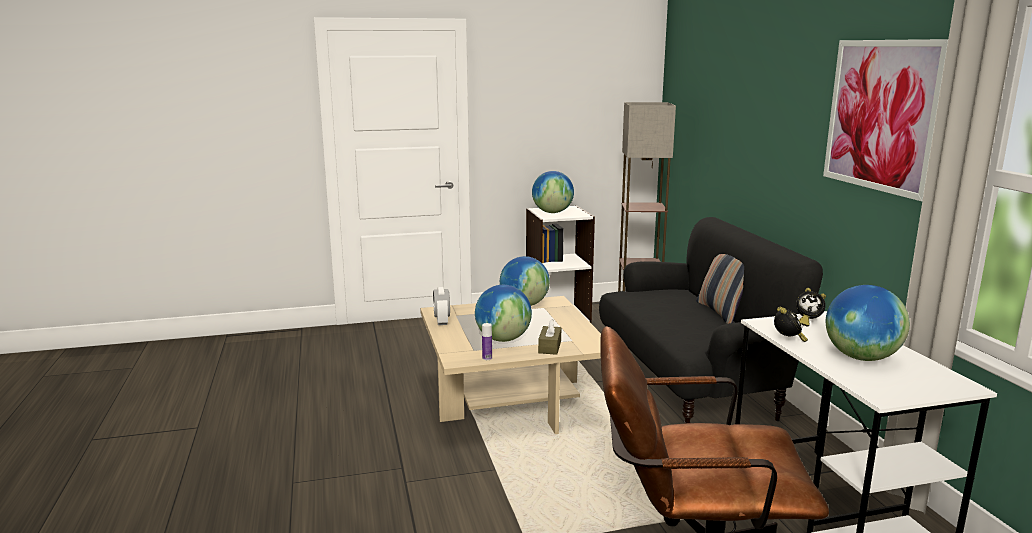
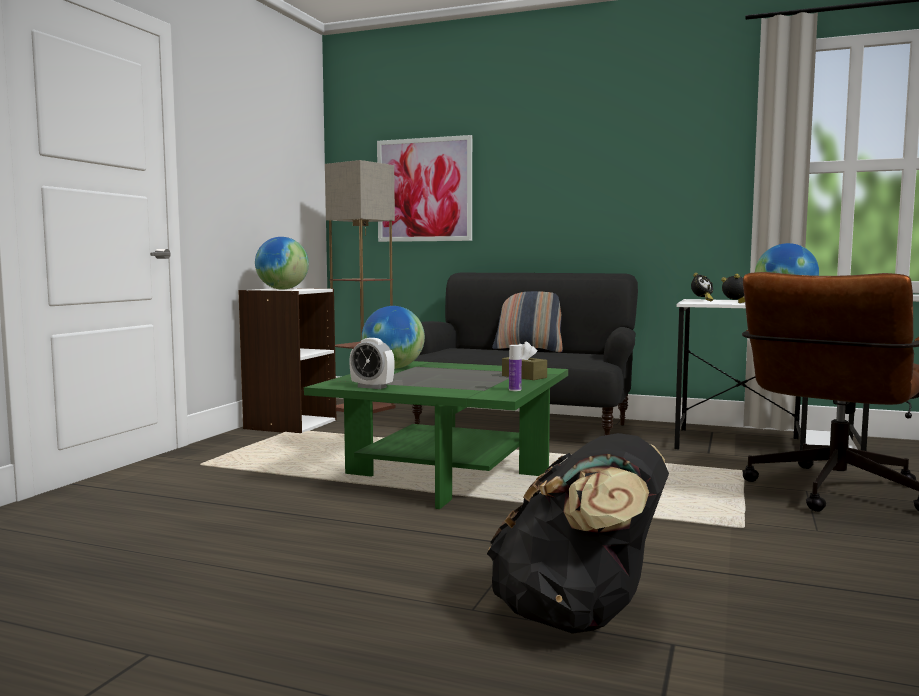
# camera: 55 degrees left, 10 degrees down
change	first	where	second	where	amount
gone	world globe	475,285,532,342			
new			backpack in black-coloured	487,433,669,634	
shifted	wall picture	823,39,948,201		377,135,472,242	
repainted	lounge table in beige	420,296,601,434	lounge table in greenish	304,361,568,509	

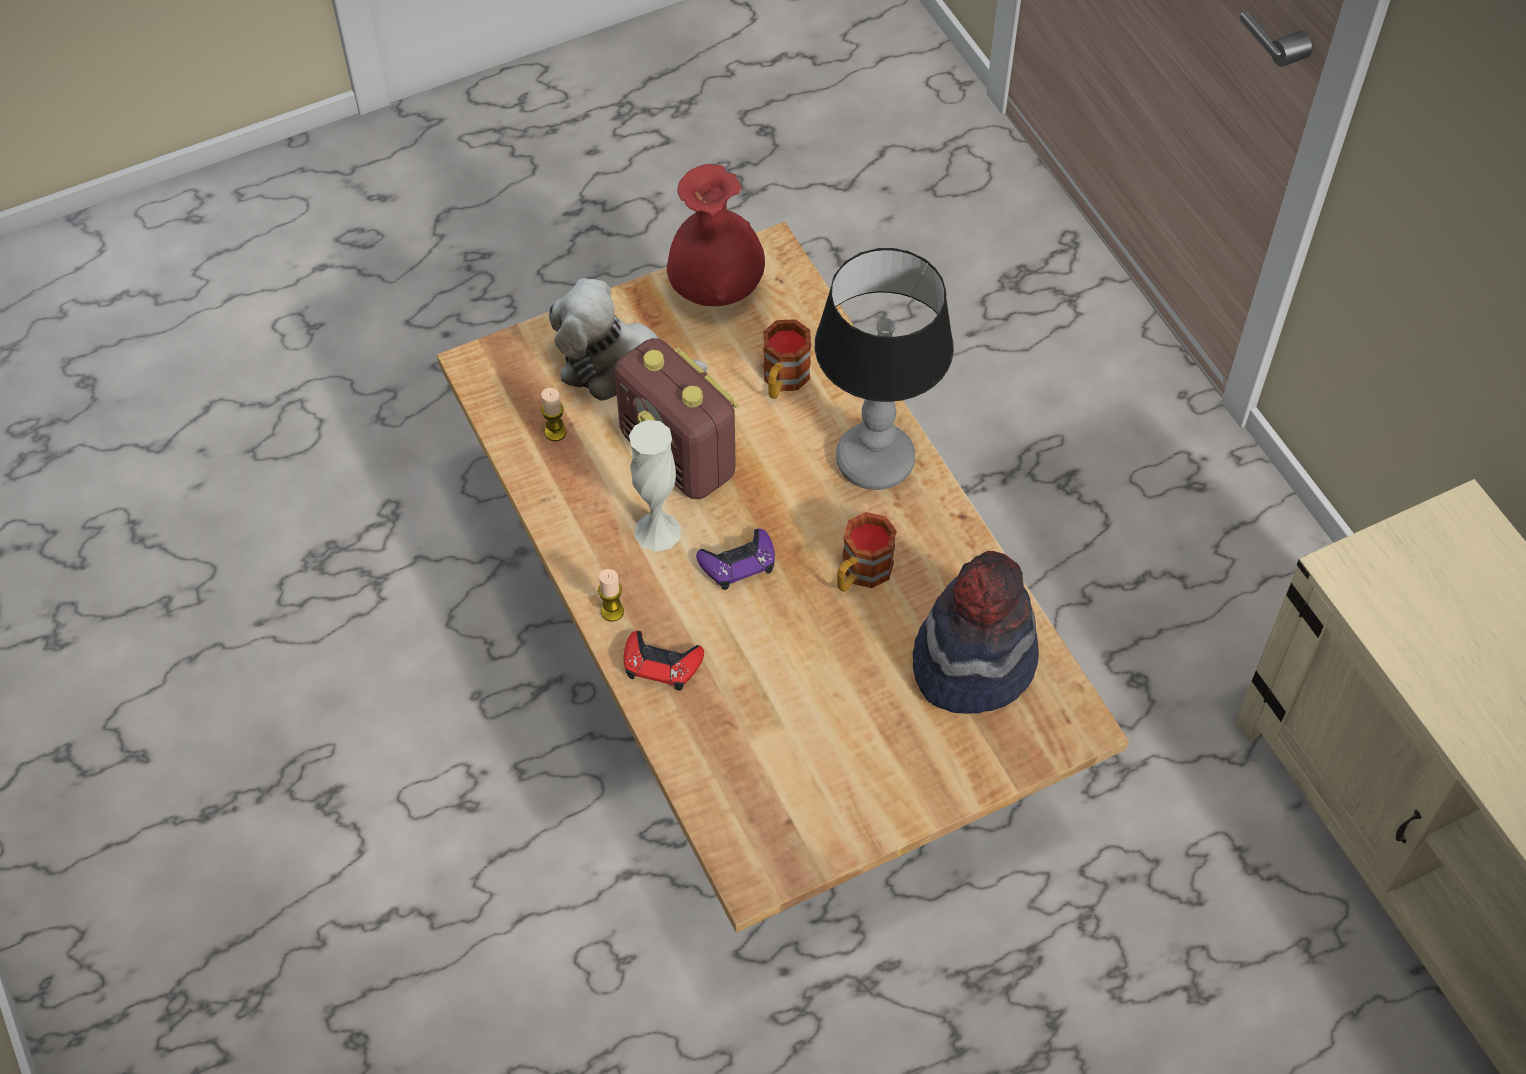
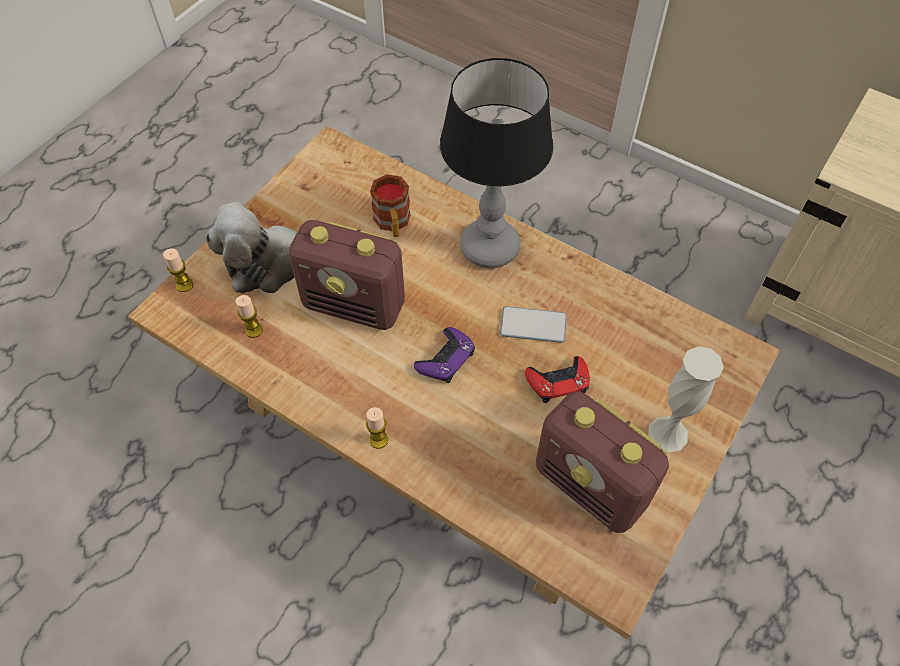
# camera: 30 degrees left, 0 degrees up
change	first	where	second	where	amount
gone	decorative vase in reddish	667,164,765,306			
gone	clothing hat	913,551,1039,714			
new			wax light	163,249,193,292	
new			radio set	536,391,669,533	
shifted	joypad in reddish	624,631,704,691		525,356,590,403	
shifted	decorative vase in white-coloured	629,420,681,552		648,346,724,453	
swapped	coffee mug	837,512,897,592	telephone	500,306,567,343	

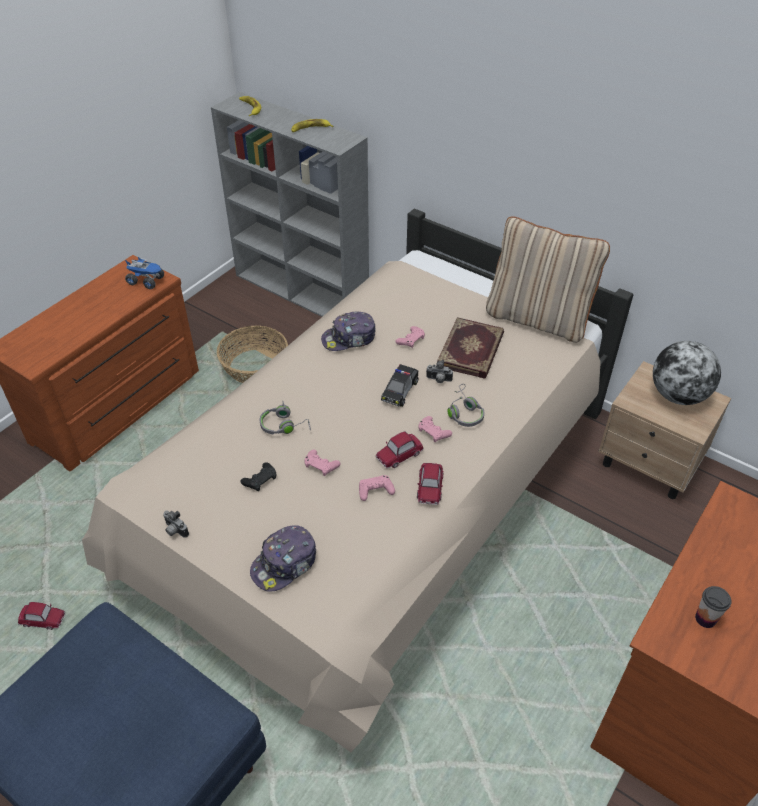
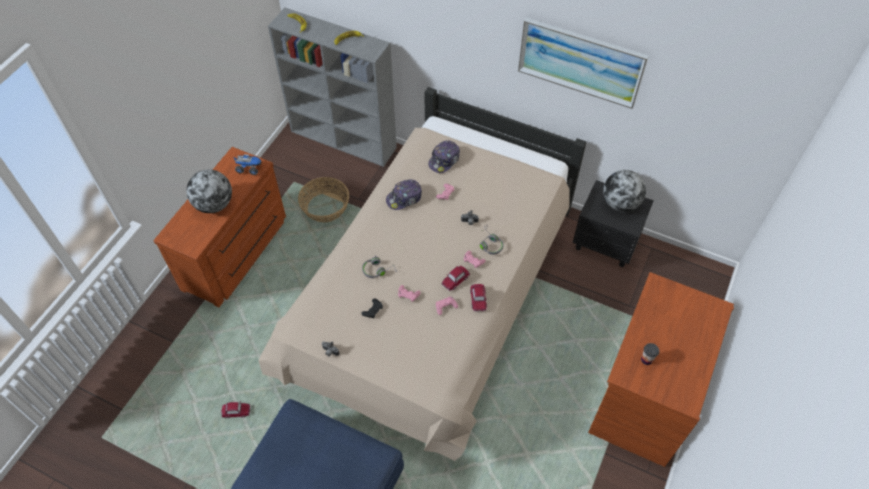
# camera: 10 degrees left, 10 degrees up
change	first	where	second	where	amount
gone	toy car	381,364,418,407			
gone	bound book	437,317,504,378			
gone	throw pillow in beige	486,216,610,343			
new			world globe	186,169,232,213	
new			wall picture	518,17,649,109	
shifted	cap	250,525,316,592		428,140,460,173	
repainted	nightstand in beige	598,361,731,499	nightstand in black-coloured	572,180,654,267	

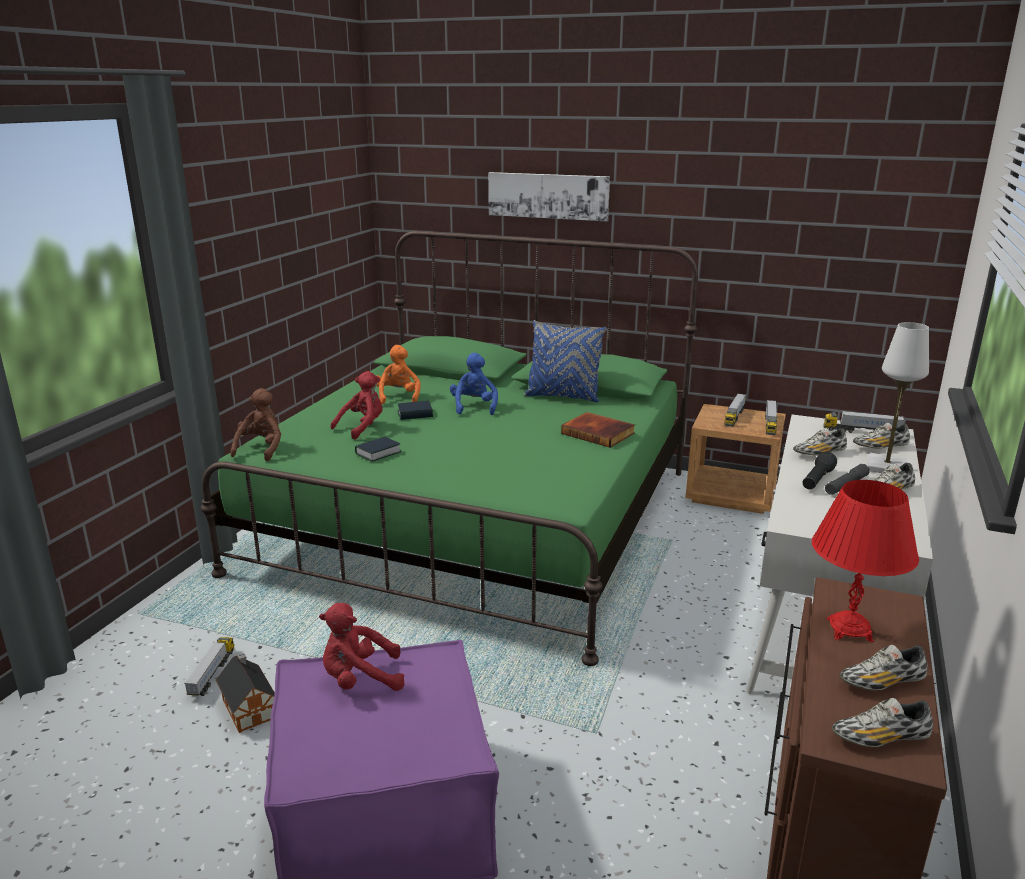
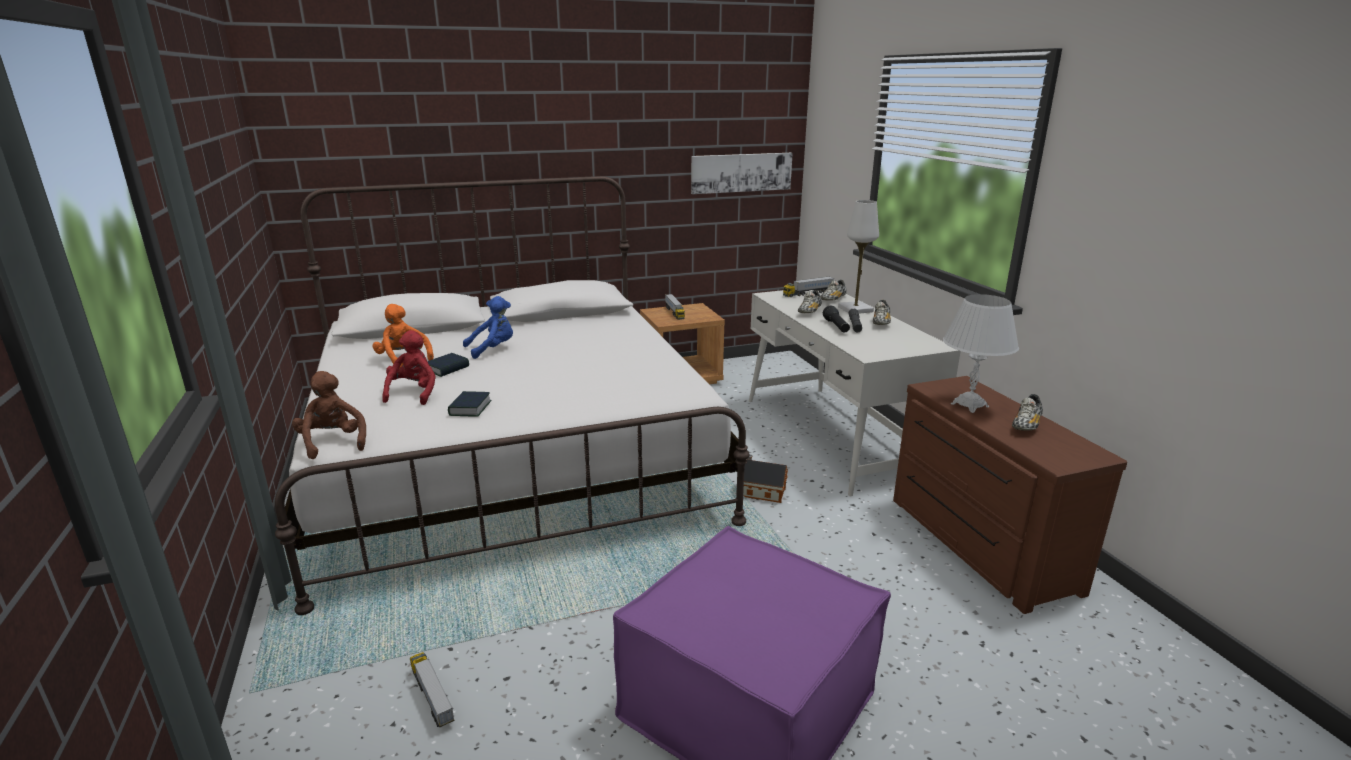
# camera: 40 degrees left, 0 degrees up
change	first	where	second	where	amount
gone	plush toy in reddish	319,603,405,691			
gone	throw pillow in blue	524,320,606,402			
gone	bound book	561,412,635,448			
gone	toy lorry	765,400,777,435			
gone	low shoe	832,698,933,747			
shifted	miniature house	216,653,275,733		743,455,788,503	
shifted	wall picture	488,172,610,221		691,153,793,194	
repainted	sleeping bed in greenish	201,231,698,666	sleeping bed in white-coloured	275,176,750,615	
repainted	table lamp in reddish	812,480,919,642	table lamp in white-coloured	943,294,1019,413	
rotated	plush toy in blue	450,353,498,415		463,296,513,359	105 degrees clockwise

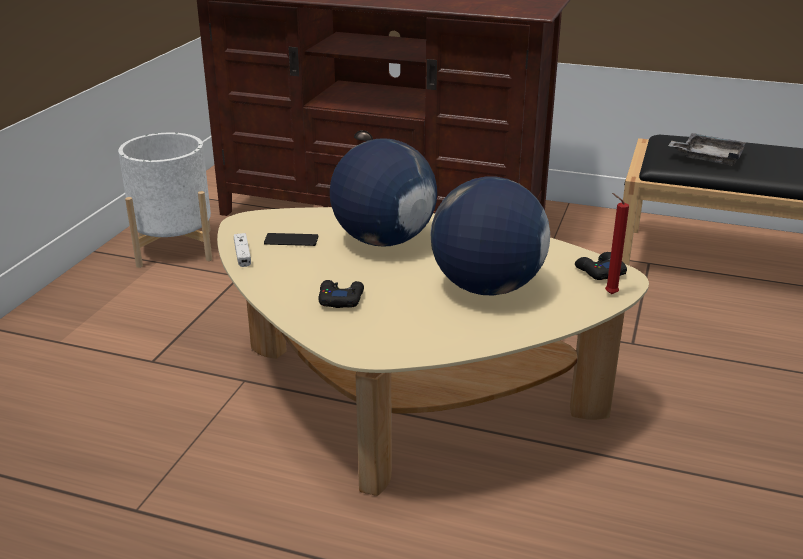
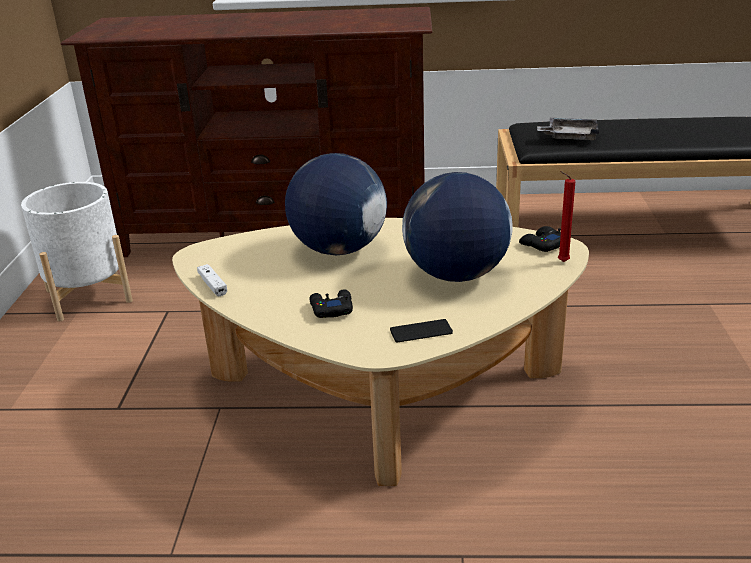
# camera: 15 degrees left, 0 degrees up
change	first	where	second	where	amount
shifted	telephone	264,233,318,246		390,319,453,342	

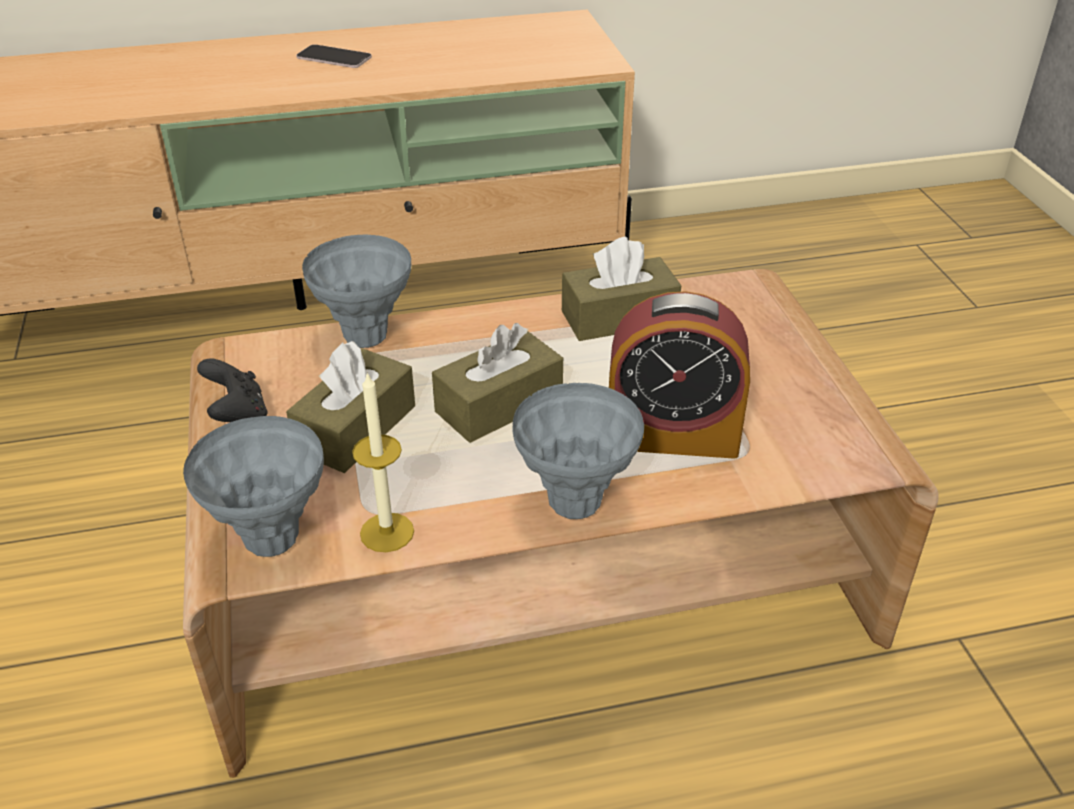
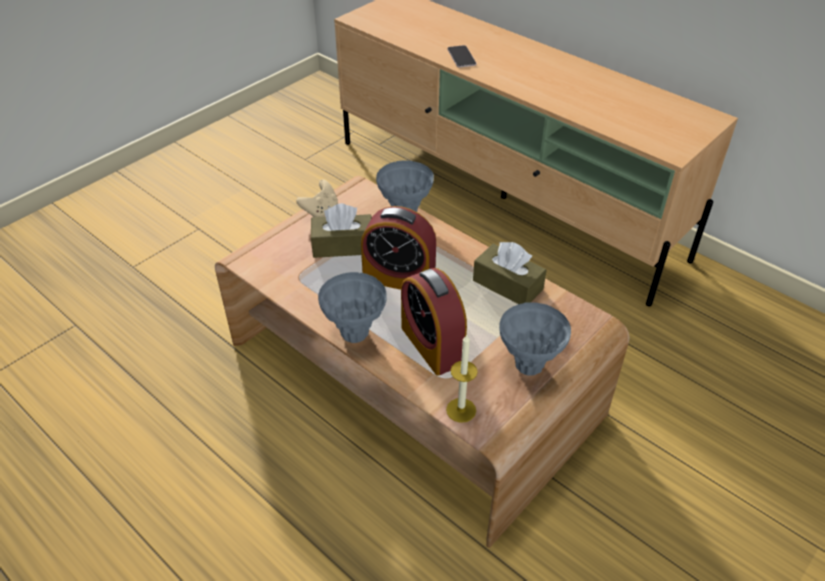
# camera: 55 degrees right, 5 degrees up
change	first	where	second	where	amount
shifted	decorative vase in grey	183,416,324,557		499,302,571,376	
shifted	telephone	296,44,372,68		447,45,476,67	
shifted	wax light	352,372,414,552		446,335,478,423	
swapped	box of tissues in brown	432,323,563,443	bedside clock	361,206,436,290	
repainted	joypad in black-coloured	197,358,267,422	joypad in beige	296,179,338,217	

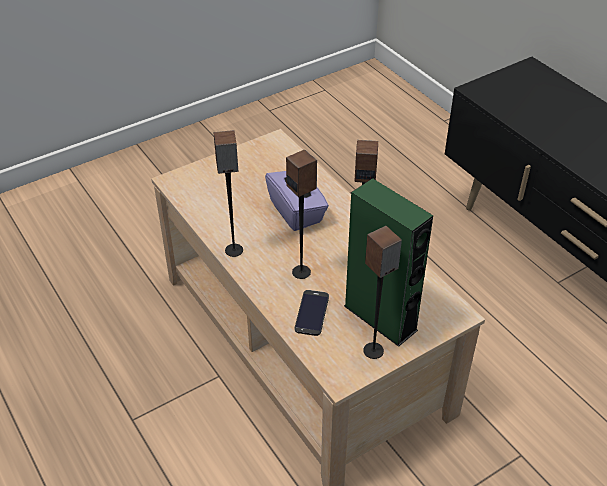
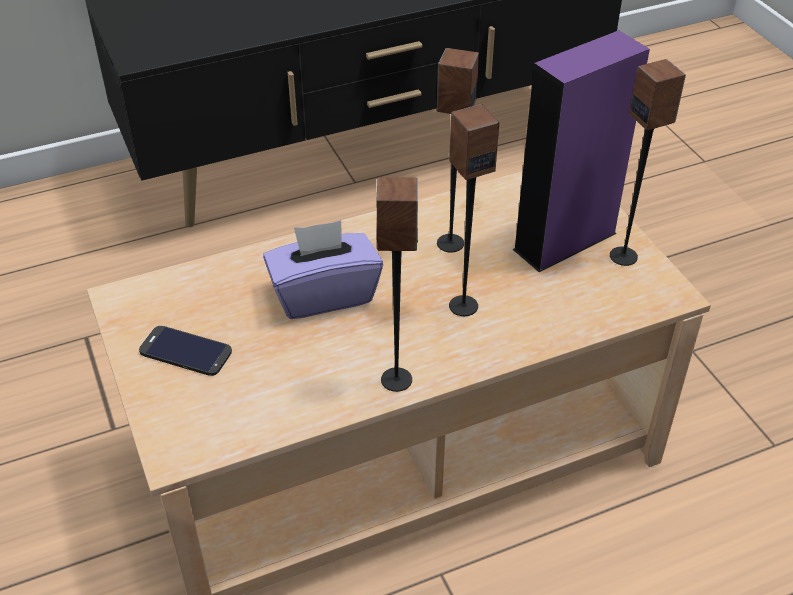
# camera: 80 degrees left, 0 degrees up
change	first	where	second	where	amount
shifted	telephone	295,290,329,336		139,326,232,376	
repainted	loudspeaker in greenish	344,178,433,347	loudspeaker in purple	512,30,650,272	

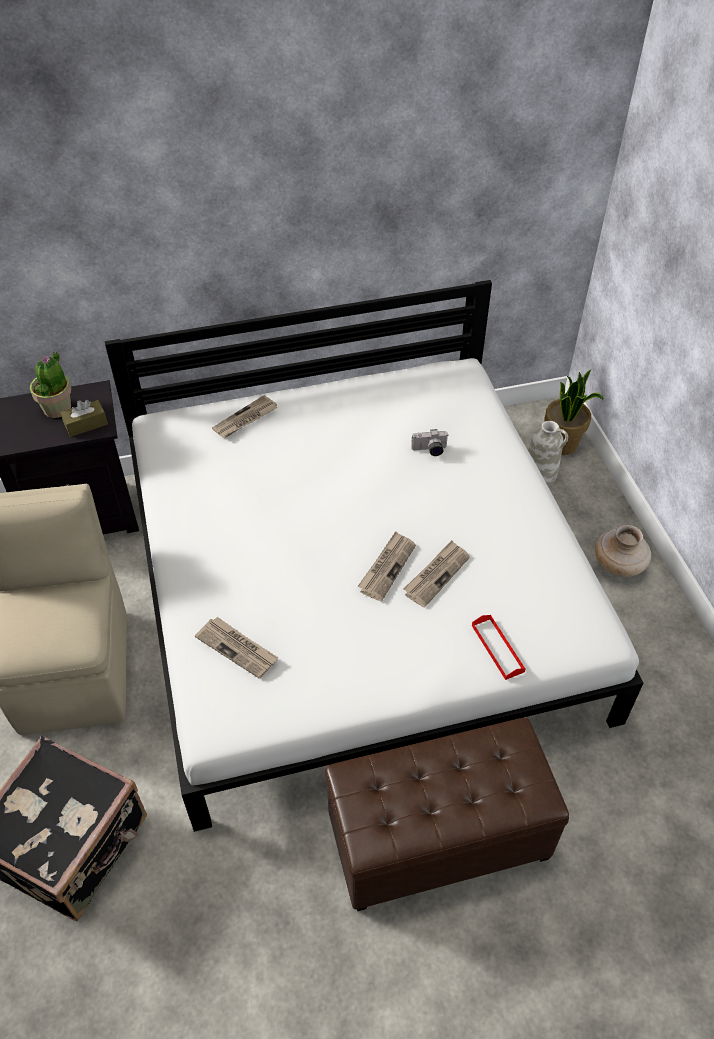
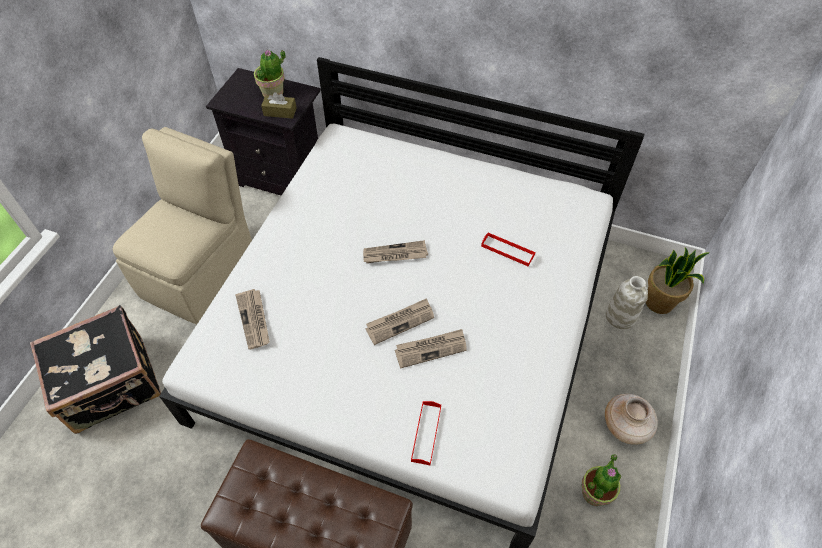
# camera: 35 degrees right, 5 degrees up
change	first	where	second	where	amount
new			houseplant	582,454,621,506	
shifted	newspaper	212,395,278,438		363,240,428,263	
swapped	still camera	411,429,449,456	serving tray in reddish	481,232,535,266	

